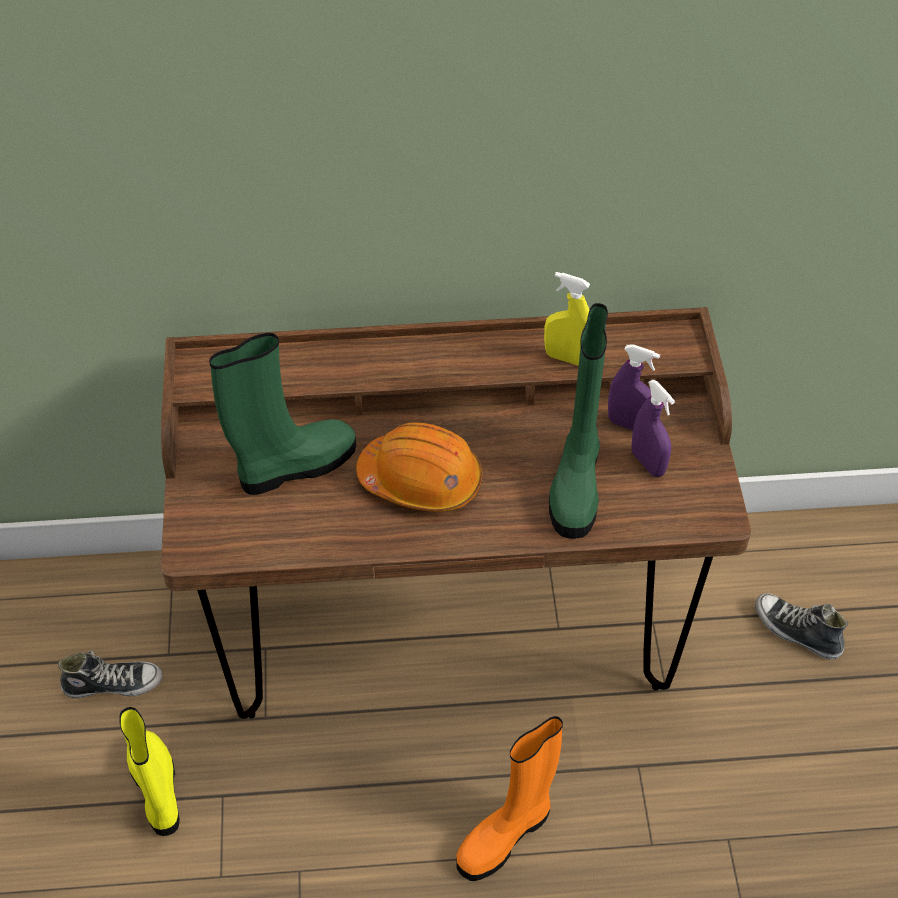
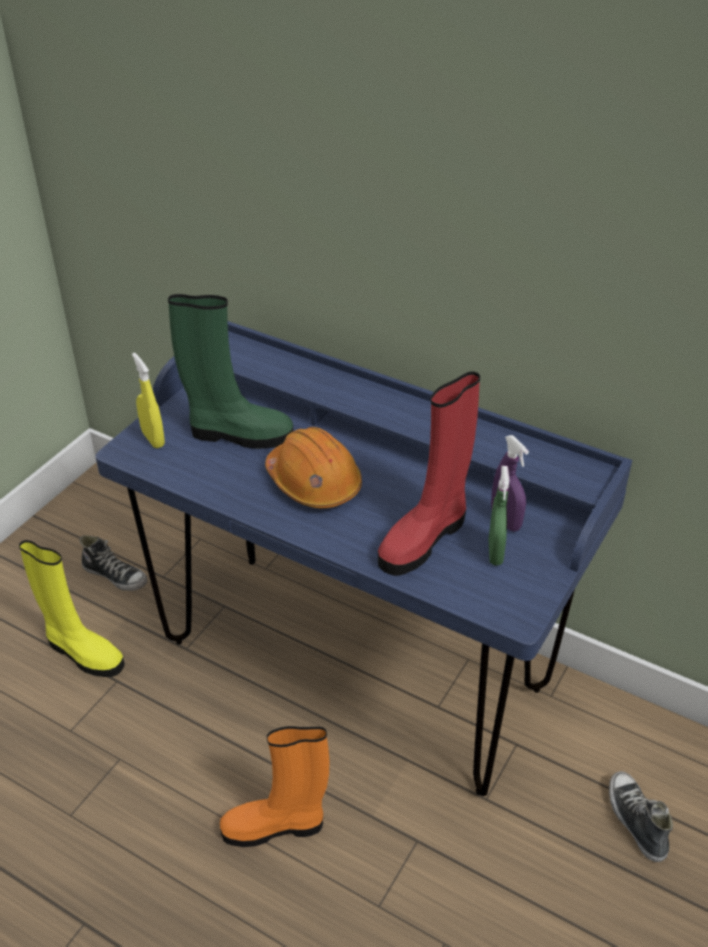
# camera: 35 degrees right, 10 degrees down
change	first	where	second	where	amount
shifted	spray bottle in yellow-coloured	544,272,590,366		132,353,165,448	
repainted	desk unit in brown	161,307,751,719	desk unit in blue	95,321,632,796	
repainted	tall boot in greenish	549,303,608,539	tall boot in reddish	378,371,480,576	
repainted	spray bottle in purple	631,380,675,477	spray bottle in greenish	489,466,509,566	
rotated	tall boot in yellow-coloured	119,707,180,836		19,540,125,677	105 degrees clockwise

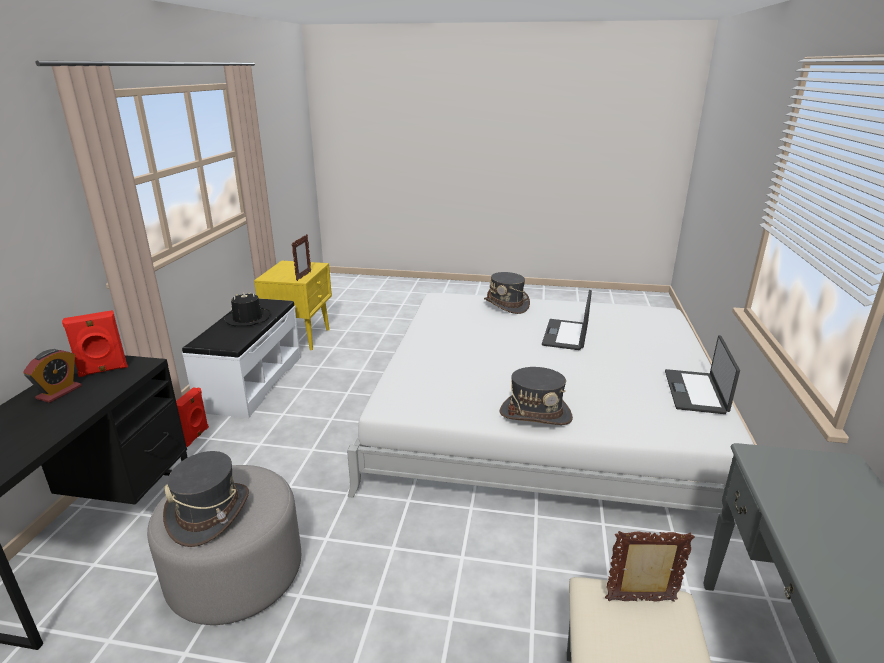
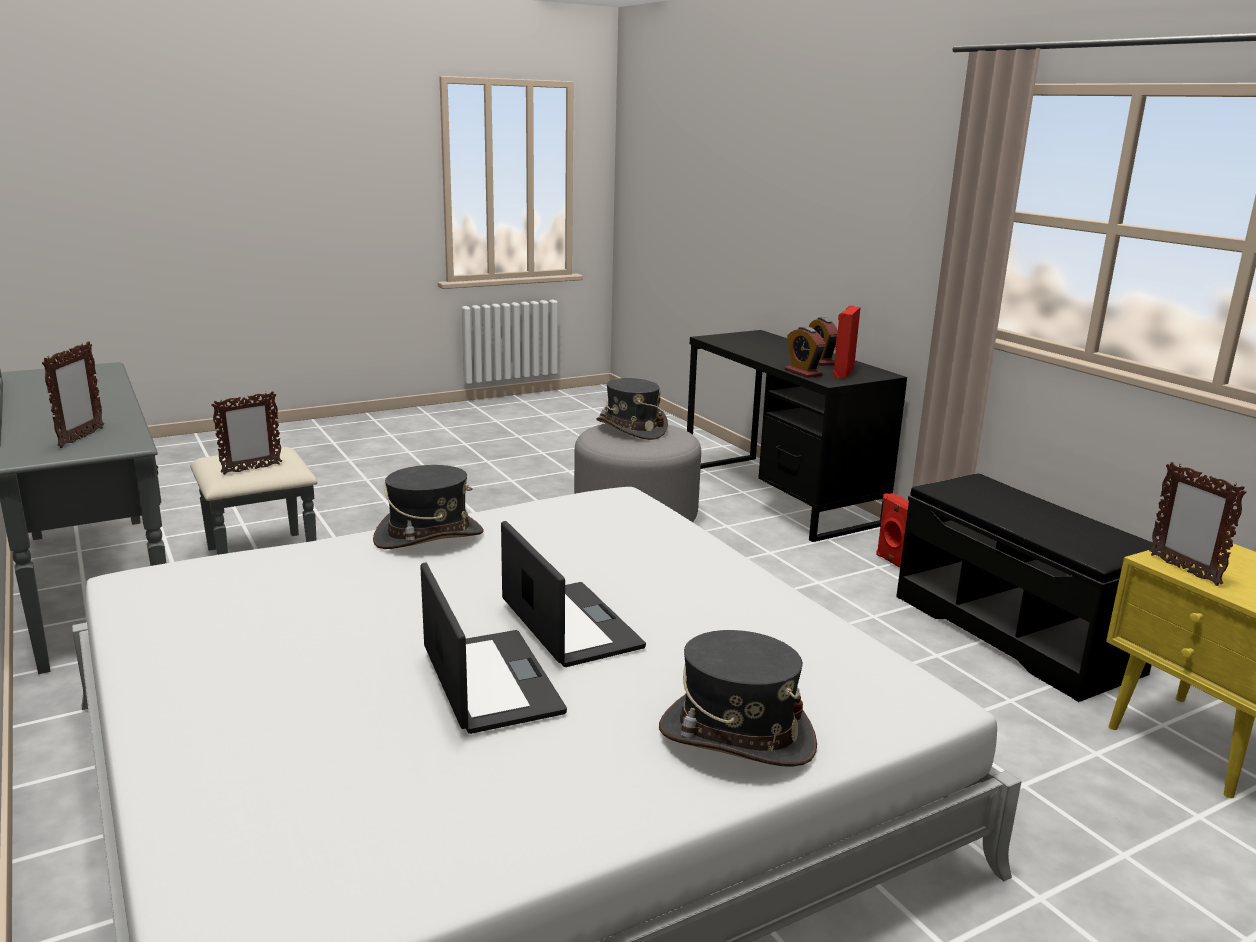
# camera: 140 degrees right, 5 degrees down
change	first	where	second	where	amount
gone	clothing hat in black-coloured	224,292,271,326			
new			photo frame	42,341,104,448	
new			bedside clock	785,327,826,378	
shifted	laptop	665,335,740,414		501,521,646,667	
repainted	long seat in white-coloured	182,299,301,418	long seat in black-coloured	896,473,1153,702	

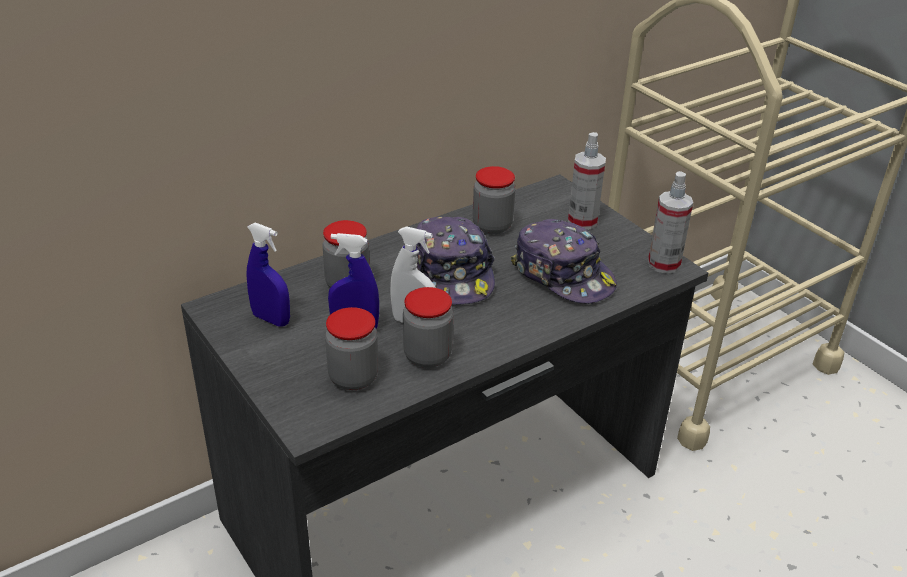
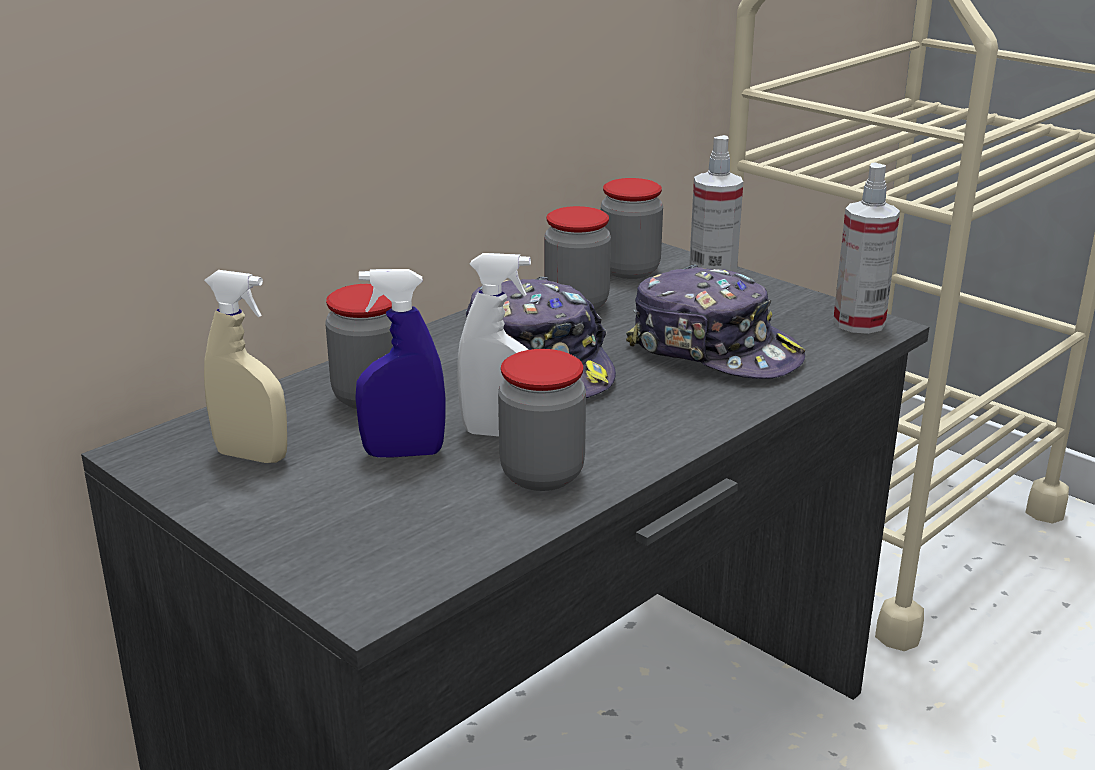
# camera: 10 degrees left, 10 degrees down
change	first	where	second	where	amount
shifted	storage jar	325,307,379,390		601,178,663,279	
repainted	spray bottle in blue	247,222,290,327	spray bottle in beige	204,270,287,463	

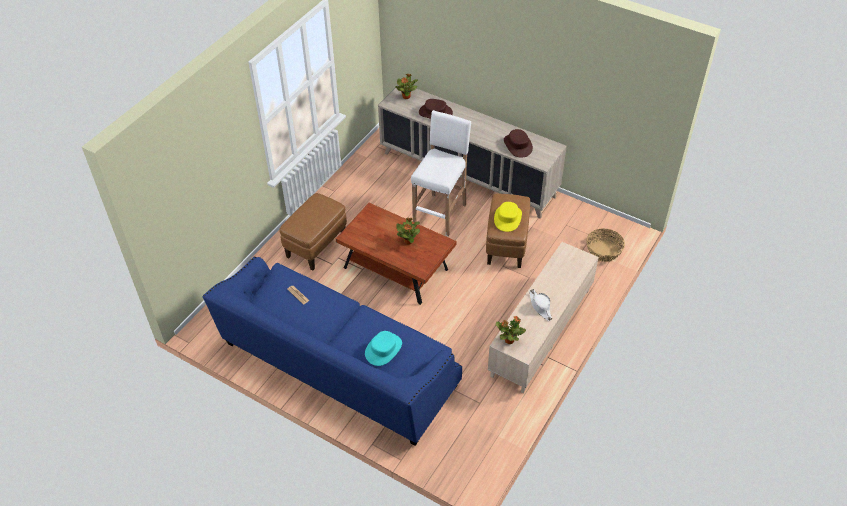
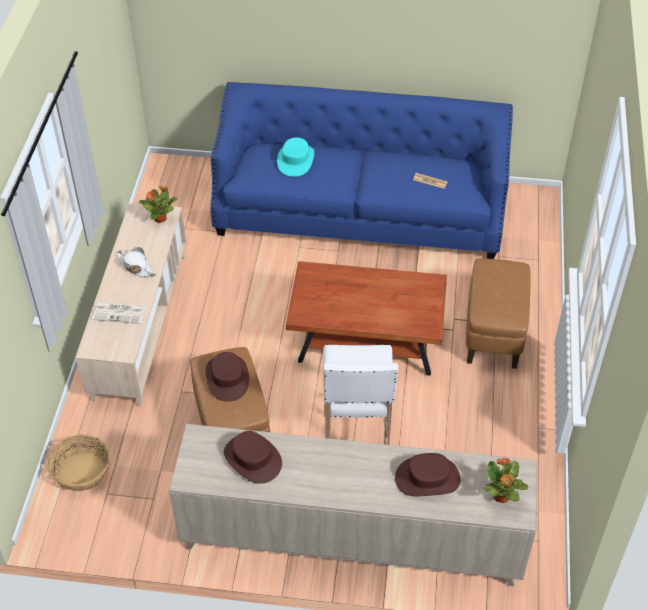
# camera: 155 degrees right, 0 degrees up
change	first	where	second	where	amount
gone	houseplant	396,217,420,245			
new			newspaper	92,302,145,324	
repainted	clothing hat in yellow-coloured	494,202,522,232	clothing hat in brown	206,352,249,401	

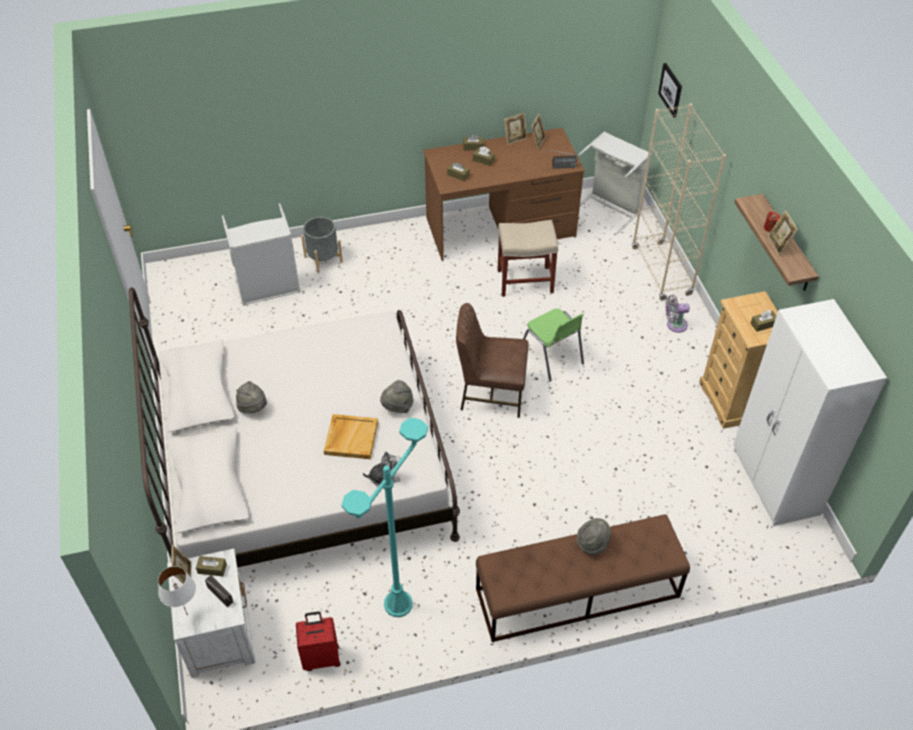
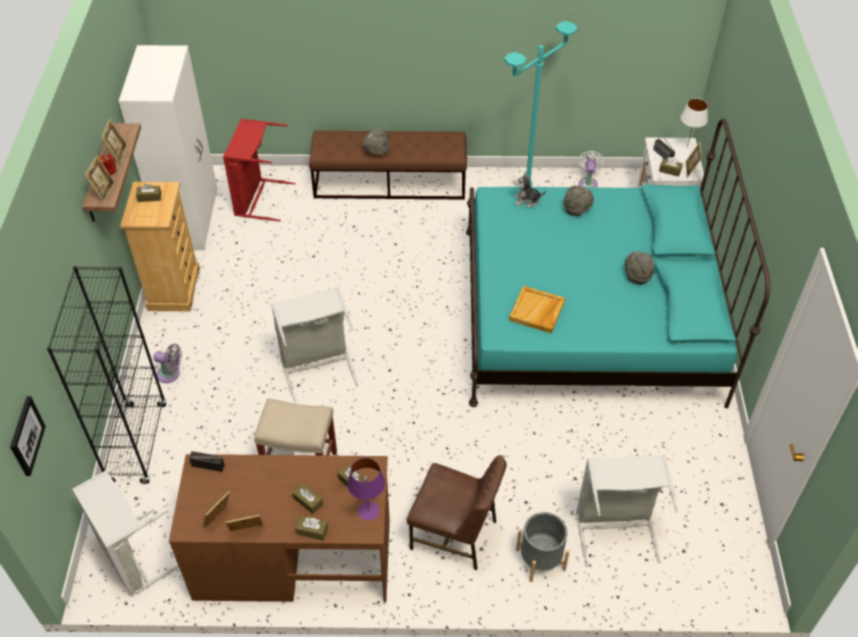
# camera: 165 degrees left, 0 degrees up
change	first	where	second	where	amount
new			photo frame	85,156,115,202	
new			washing basket in reddish	223,119,296,221	
new			table lamp in purple	347,458,385,521	
shifted	serving tray in beige	324,414,378,459		509,286,565,333	
shifted	clothing hat in grey	380,380,414,413		563,186,594,216	
shifted	plain chair in brown	456,303,529,418		407,455,507,570	
swapped	piece of luggage in reddish	296,611,341,671	fan in white-coloured	578,151,604,188	
swapped	plain chair in greenish	523,308,584,382	washing basket in grey	271,287,358,402	
repainted	sleeping bed in white-coloured	129,287,460,567	sleeping bed in blue-green	466,119,770,408	
repainted	shelving unit in beige	632,104,726,301	shelving unit in black-coloured	47,266,167,484	

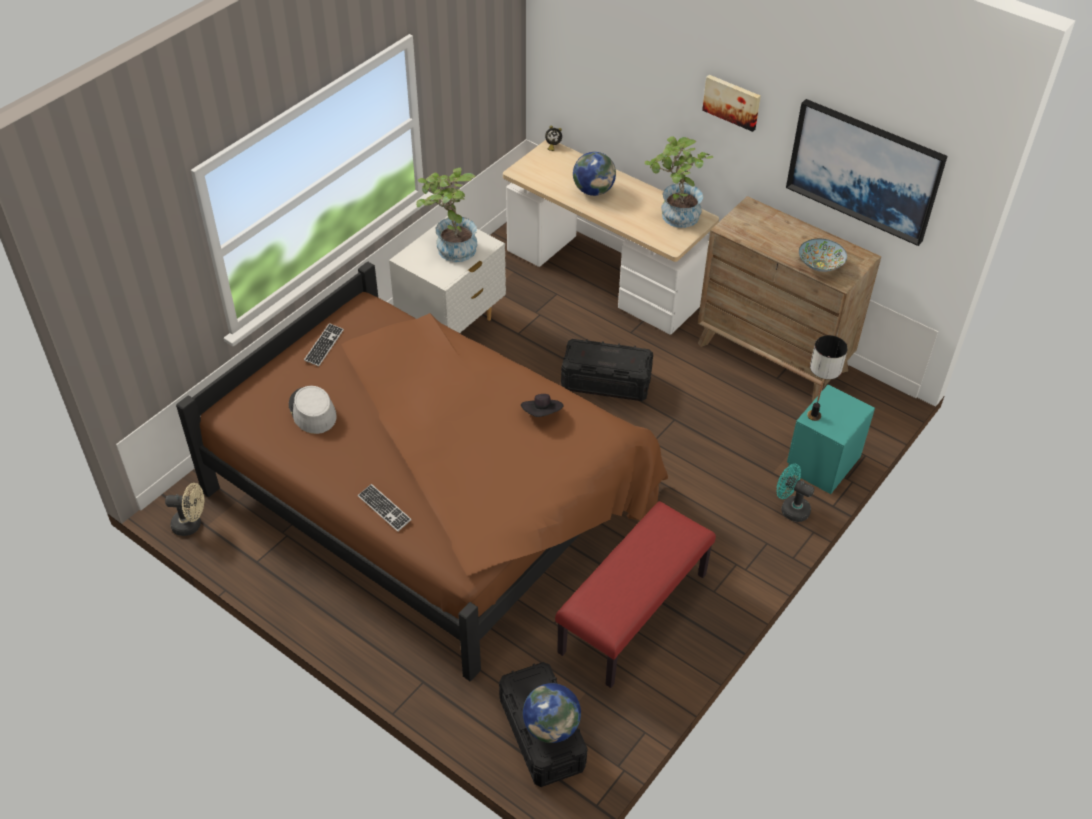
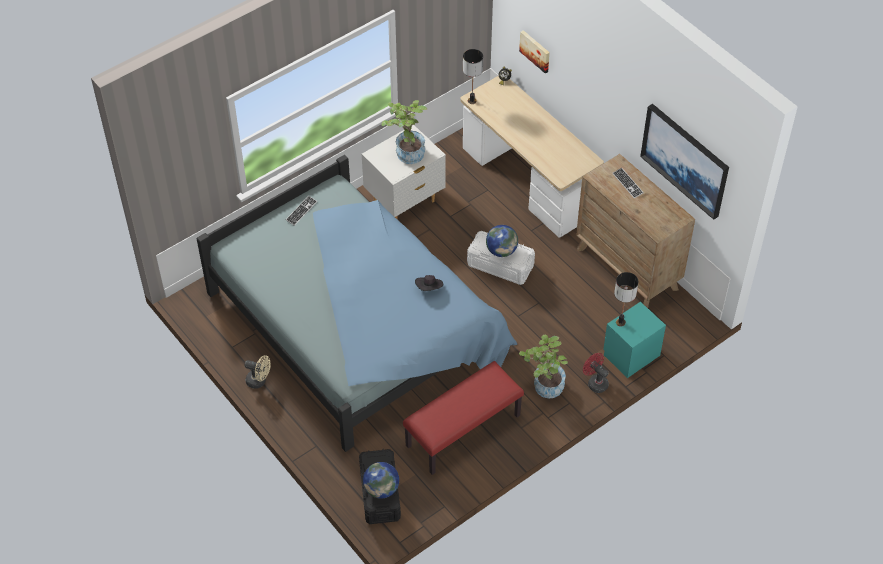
# camera: 15 degrees right, 5 degrees up
change	first	where	second	where	amount
gone	clothing hat in grey	289,386,337,434			
gone	serving bowl	799,239,847,272			
new			table lamp	463,49,483,104	
shifted	fan in beige	165,483,204,536		245,355,271,388	
shifted	computer keyboard	358,484,412,532		612,168,644,199	
shifted	world globe	573,152,616,196		486,225,518,257	
shifted	houseplant	644,136,713,228		519,335,568,399	
shifted	wall picture	702,75,761,132		519,30,550,74	
repainted	sleeping bed in brown	176,261,668,681	sleeping bed in blue	197,155,517,452	
repainted	storage bin in black-coloured	561,339,653,401	storage bin in white-coloured	467,231,535,285	
repainted	fan in blue-green	777,464,814,522	fan in reddish	583,353,609,393	

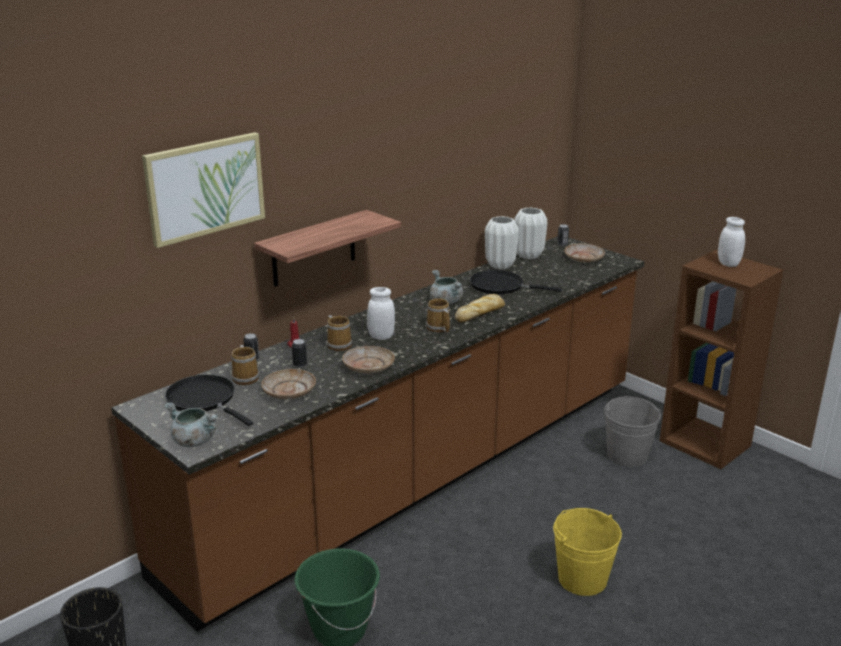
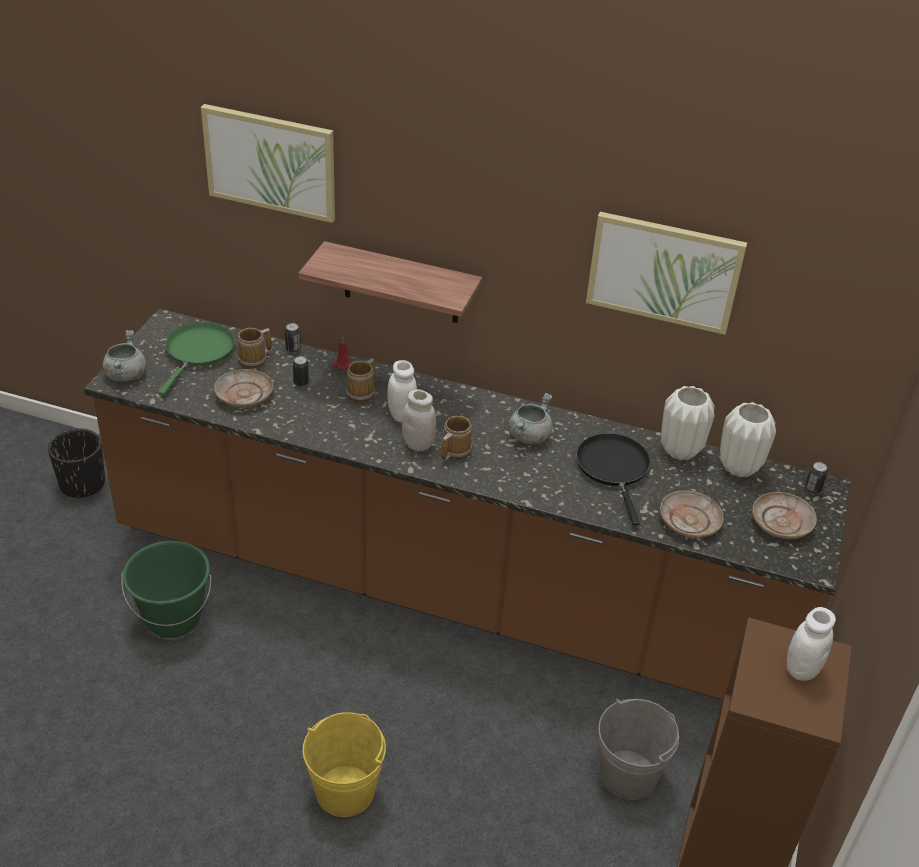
# camera: 60 degrees right, 15 degrees up
change	first	where	second	where	amount
gone	baked bread	455,294,505,323			
new			storage jar in white-coloured	402,389,436,451	
new			wall picture	586,212,747,335	
shifted	plate in beige	342,346,395,373		660,491,724,538	
repainted	pan in black-coloured	165,375,253,426	pan in greenish	158,322,235,395	

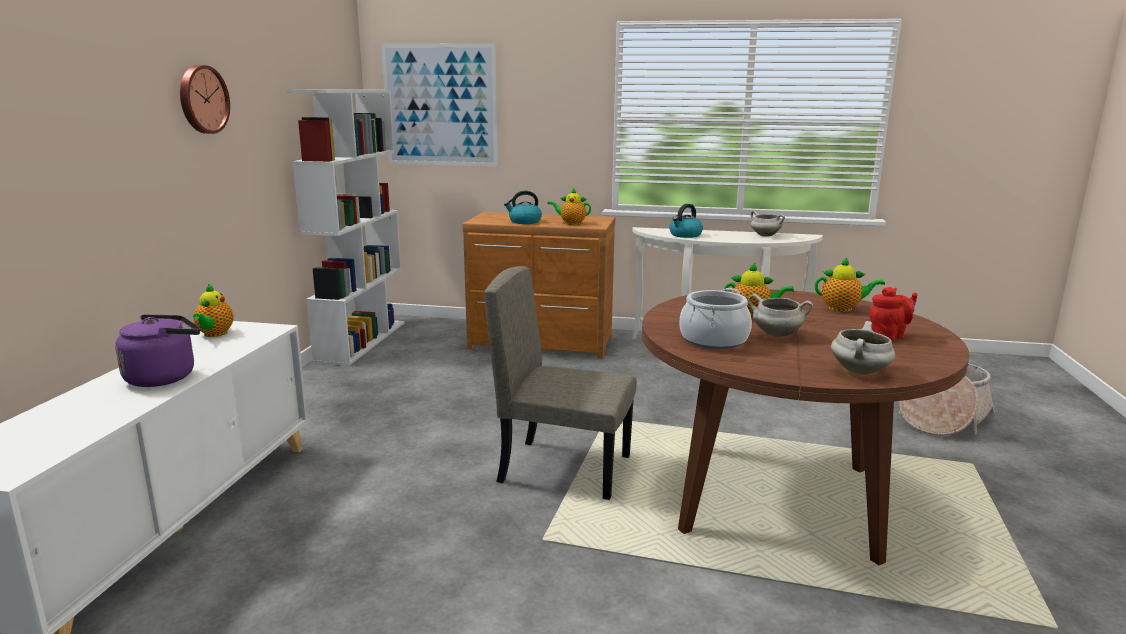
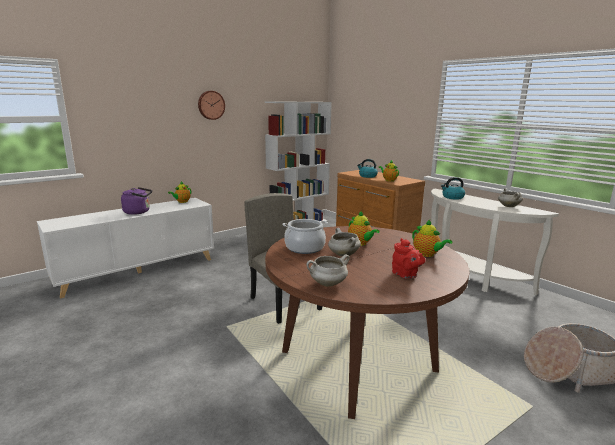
# camera: 40 degrees right, 0 degrees up
change	first	where	second	where	amount
gone	wall picture	381,43,498,167			
rotated	tea pot in reddish	869,287,918,341		392,238,426,279	45 degrees clockwise

